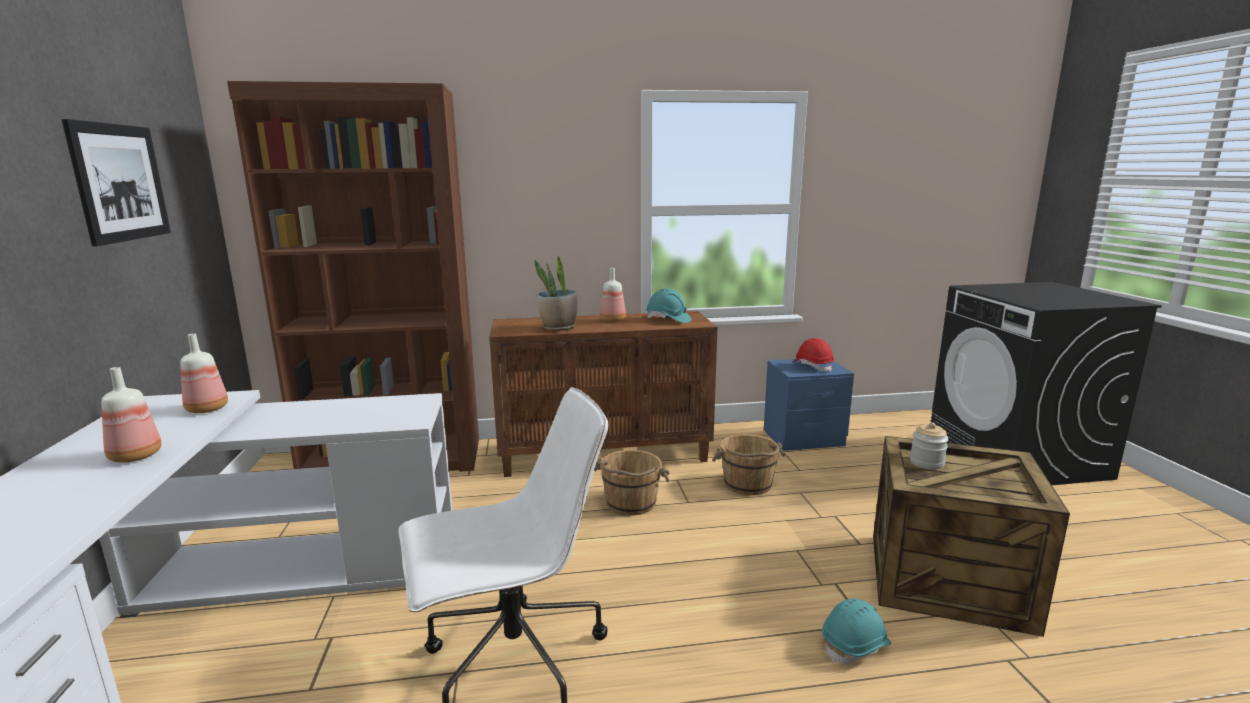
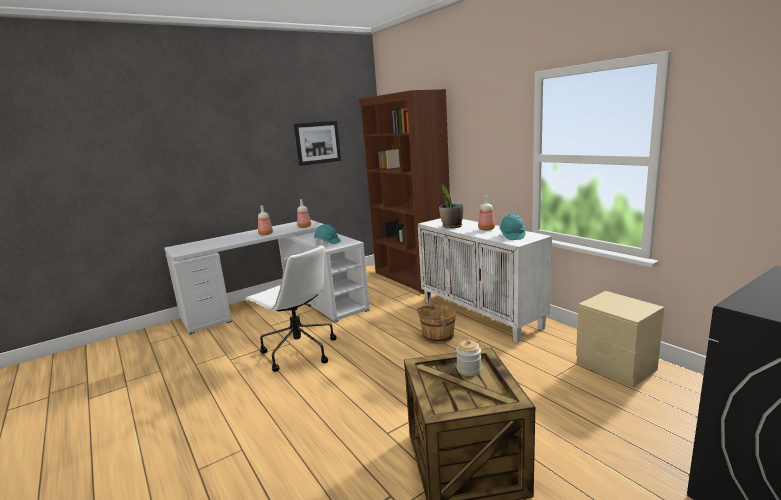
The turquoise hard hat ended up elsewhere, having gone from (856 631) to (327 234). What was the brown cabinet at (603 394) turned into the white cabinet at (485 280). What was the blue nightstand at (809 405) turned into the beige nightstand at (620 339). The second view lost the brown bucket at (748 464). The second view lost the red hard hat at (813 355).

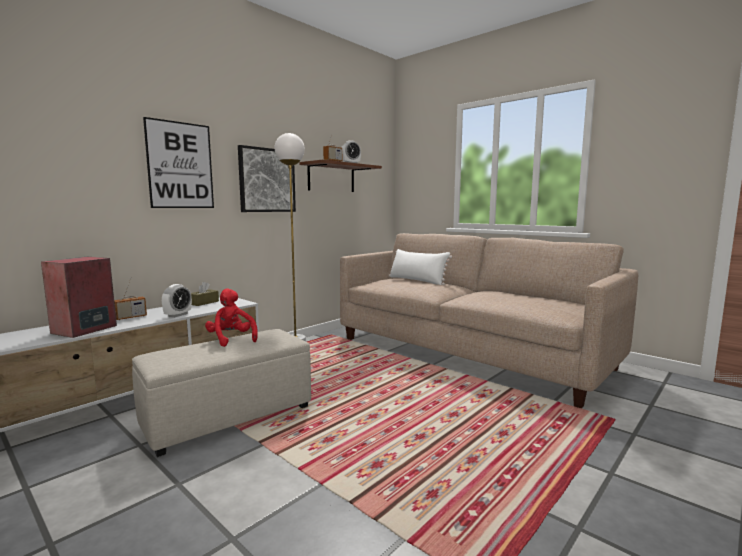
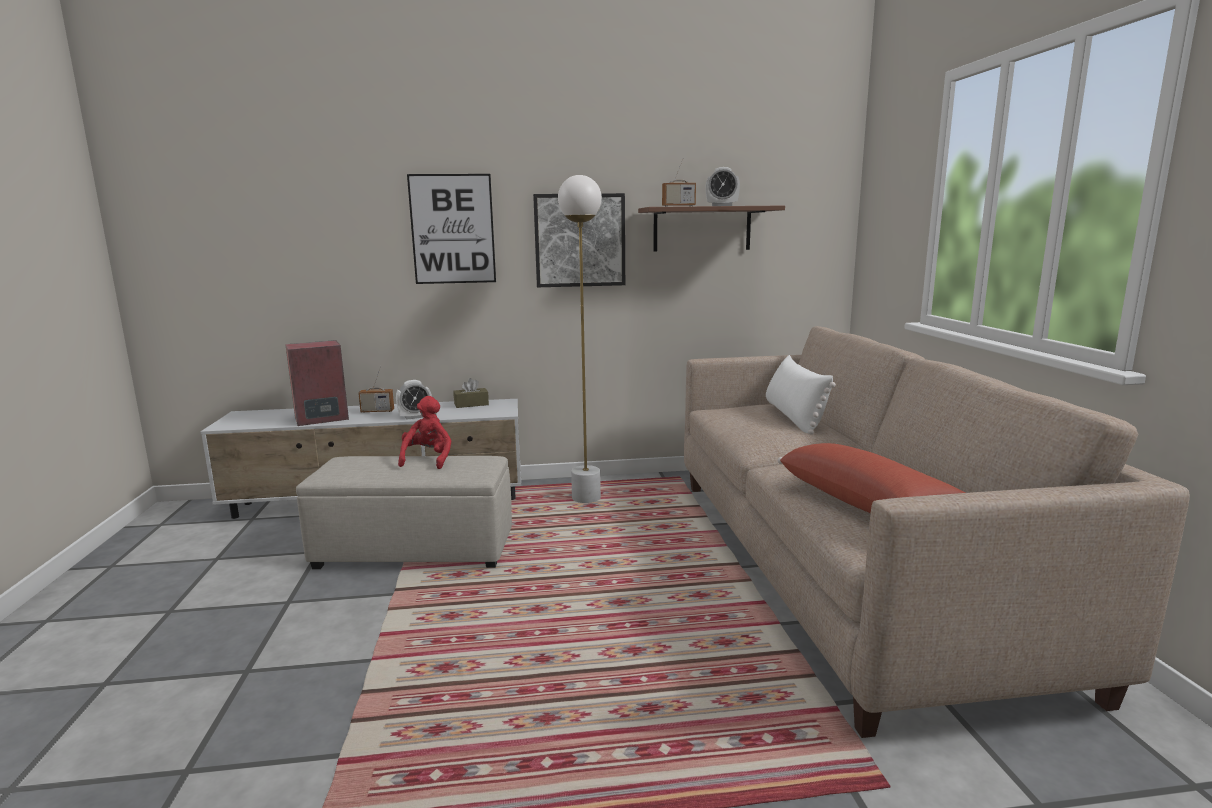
The second view gained the red pillow at (871 478).

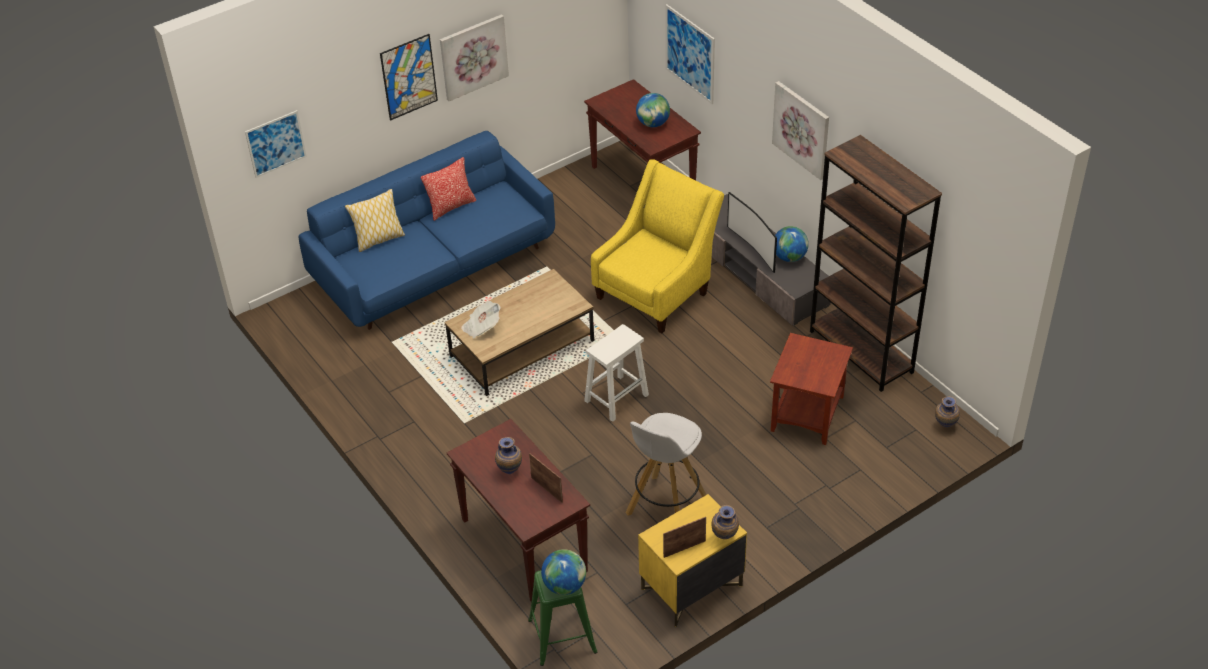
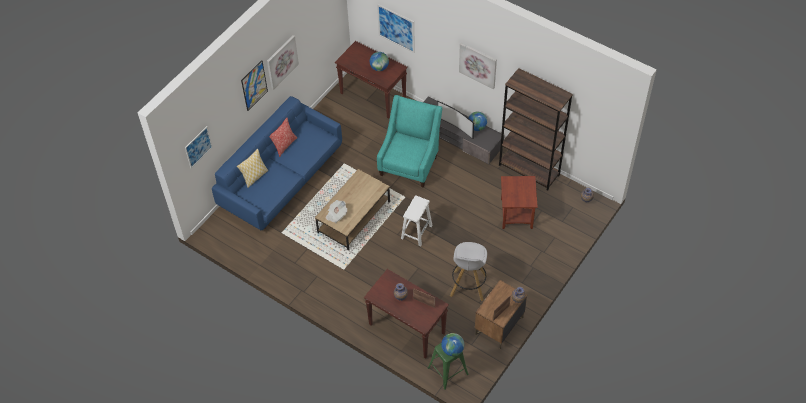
What was the yellow armchair at (657 246) turned into the turquoise armchair at (409 141). What was the yellow nightstand at (692 560) turned into the brown nightstand at (501 314).

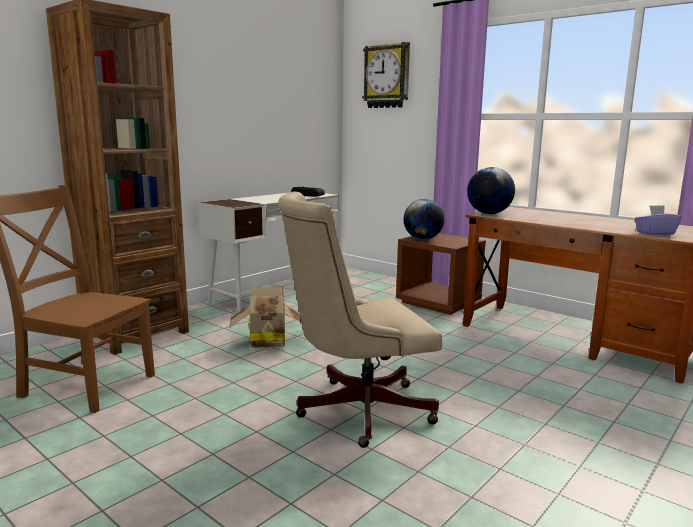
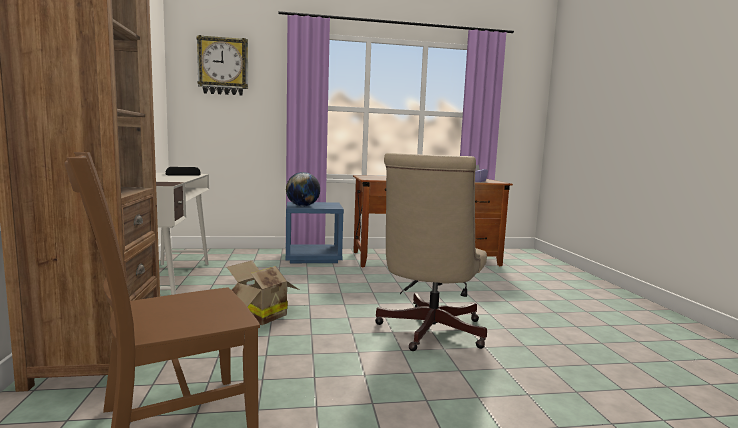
What was the brown nightstand at (441 274) turned into the blue nightstand at (315 232). The second view lost the globe at (491 190).

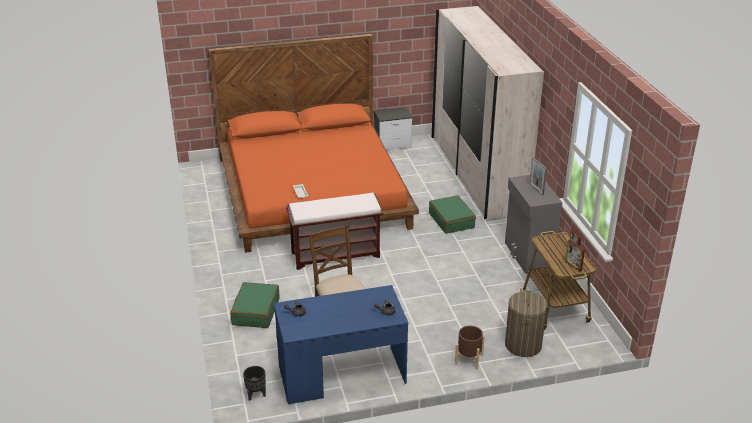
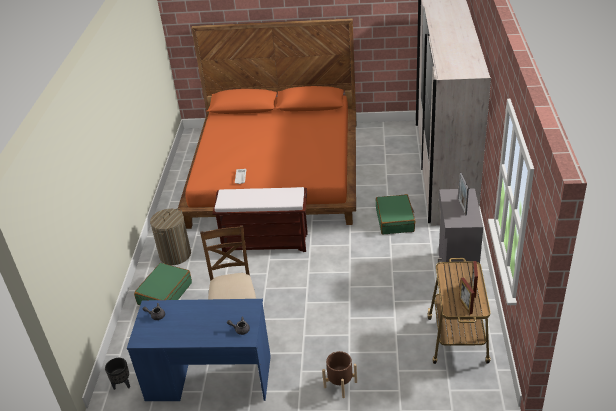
The laundry basket ended up elsewhere, having gone from (526 324) to (170 237). The second view lost the nightstand at (393 128).

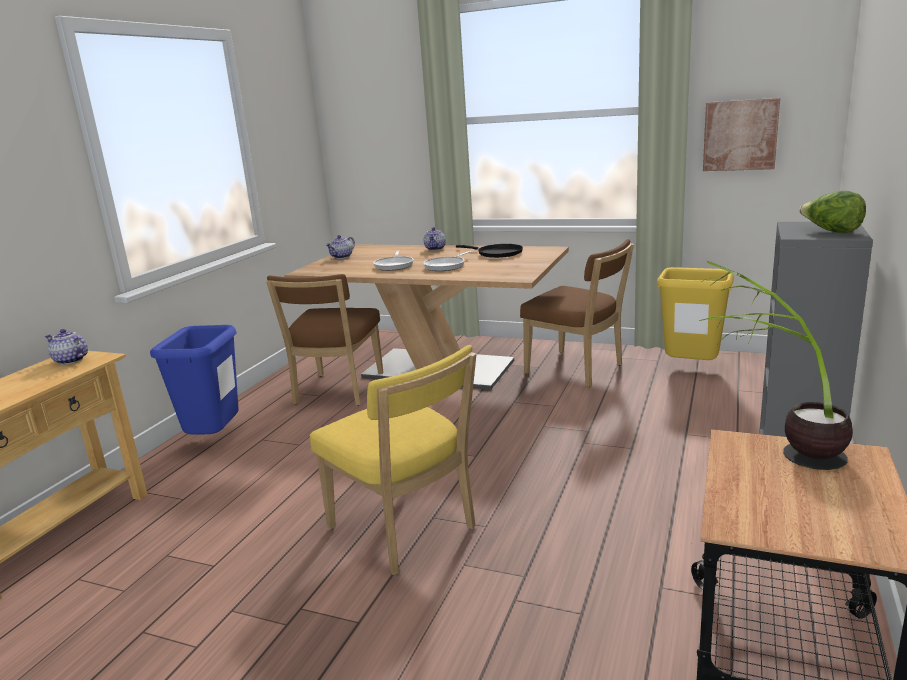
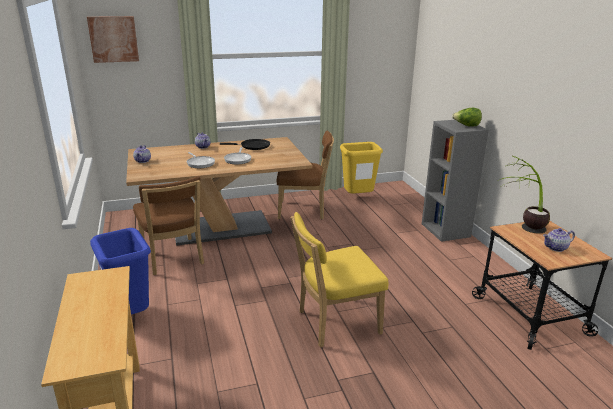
The picture ended up elsewhere, having gone from (741 134) to (113 39). The yellow chair at (393 460) ended up facing another way, 150 degrees clockwise from before. The teapot ended up elsewhere, having gone from (66 347) to (559 240).

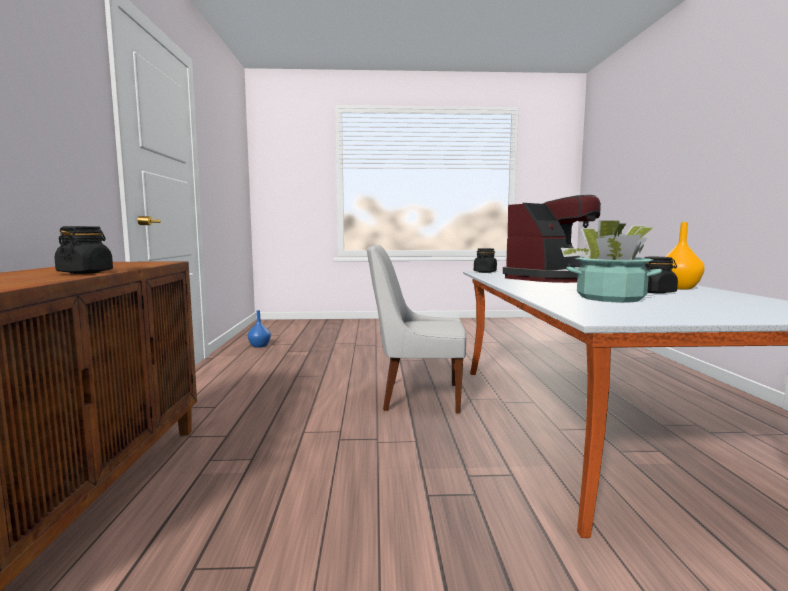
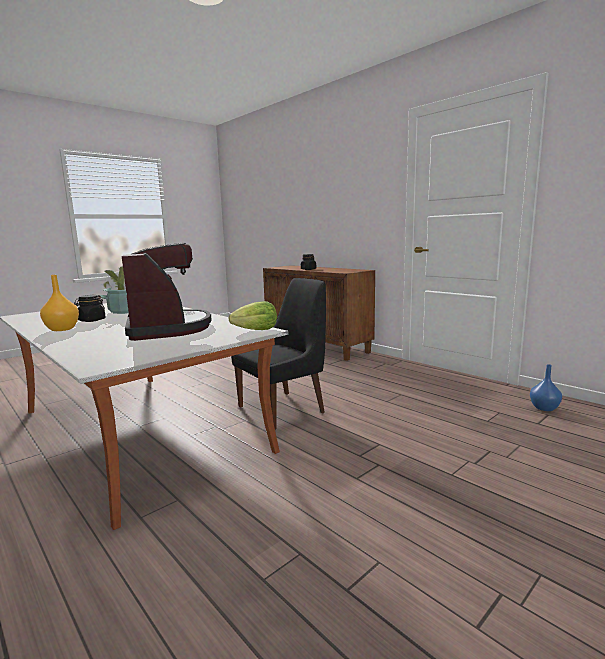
The coffee machine at (552 239) ended up facing another way, 150 degrees clockwise from before. Where the black jar stood at (485 260), the lettuce came to stand at (253 315). What was the white chair at (416 329) turned into the black chair at (278 353).

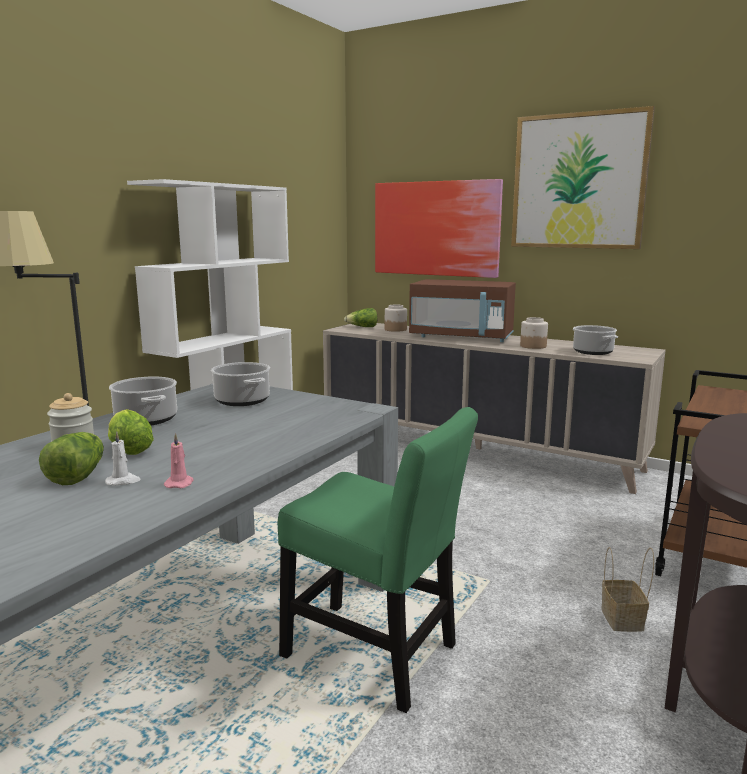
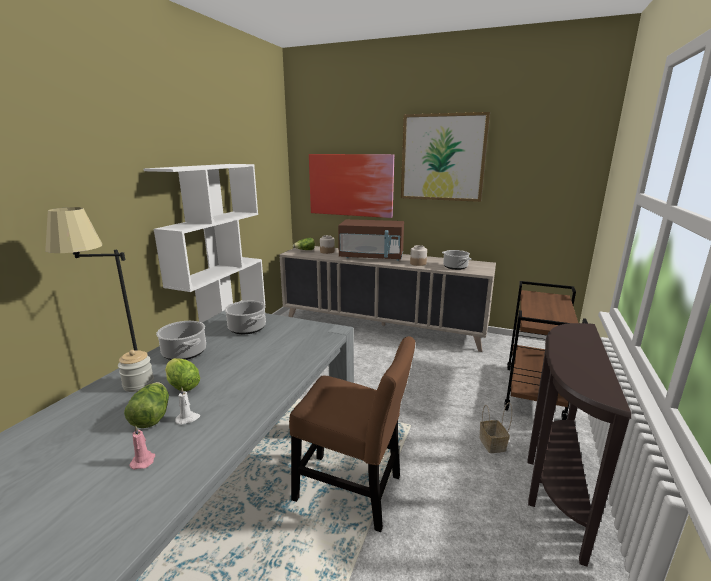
The pink candle ended up elsewhere, having gone from (179 460) to (142 448). What was the green chair at (378 560) turned into the brown chair at (352 434).

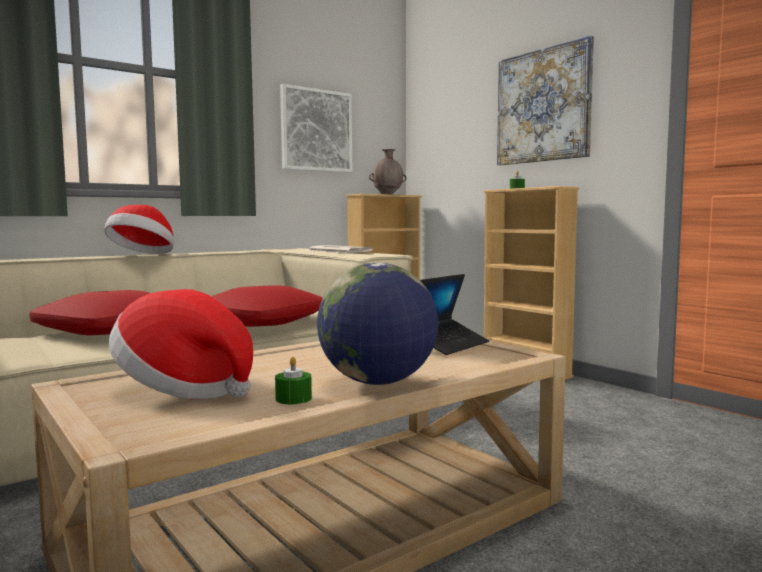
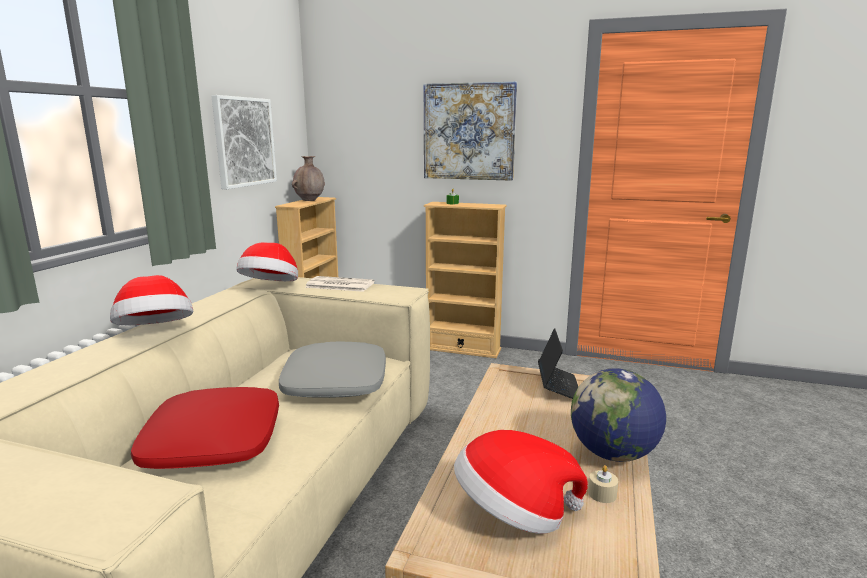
The second view gained the hat at (267 261). What was the red pillow at (267 306) turned into the grey pillow at (332 370). What was the green candle at (293 380) turned into the beige candle at (603 484).

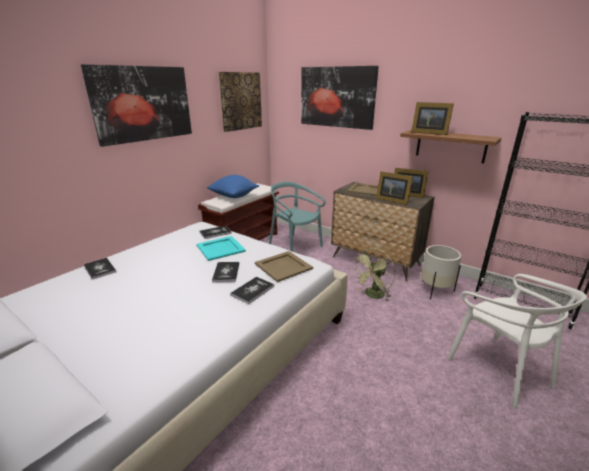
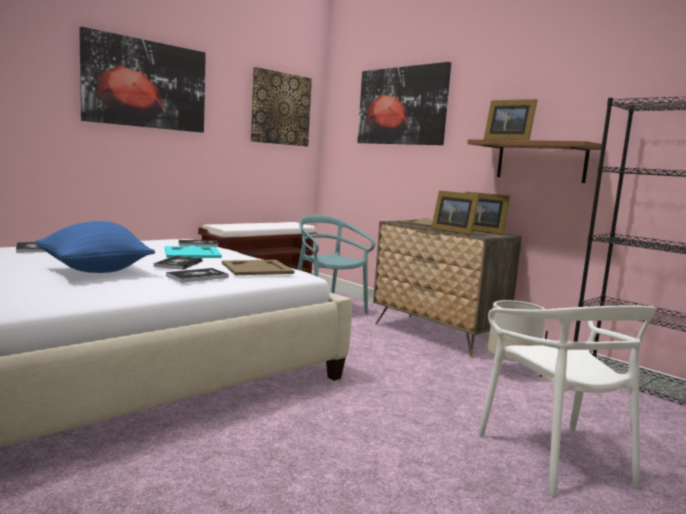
The blue pillow ended up elsewhere, having gone from (232 186) to (95 247). The second view lost the green fan at (373 274).

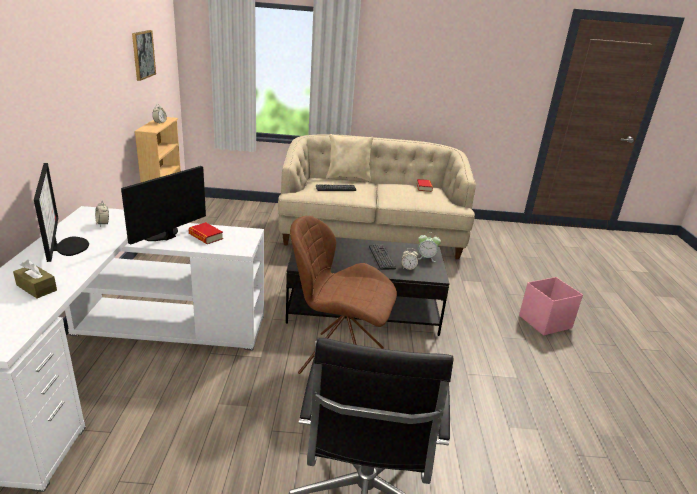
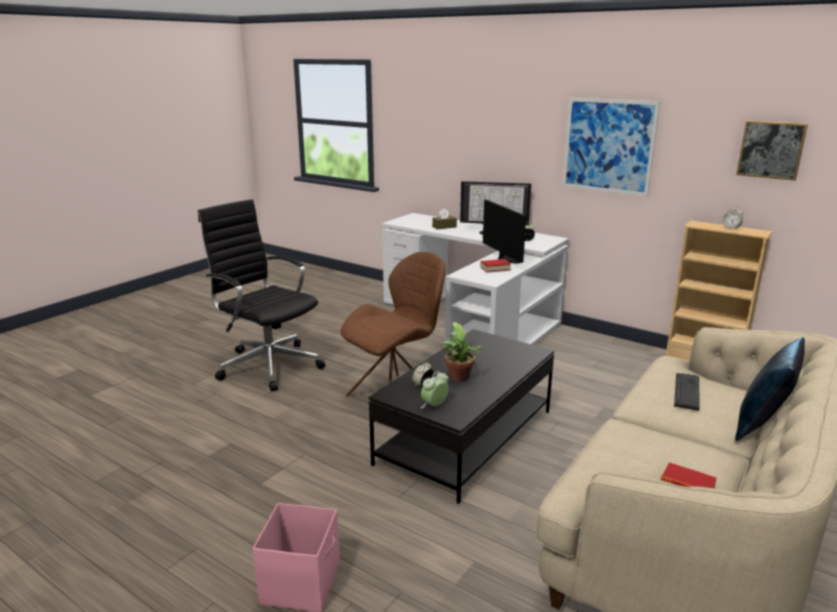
Where the keyboard stood at (382 257), the potted plant came to stand at (464 352). The second view gained the picture at (611 147). What was the beige pillow at (349 158) turned into the blue pillow at (770 389).

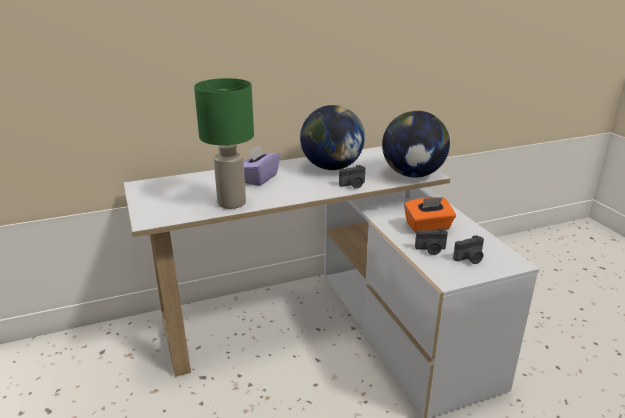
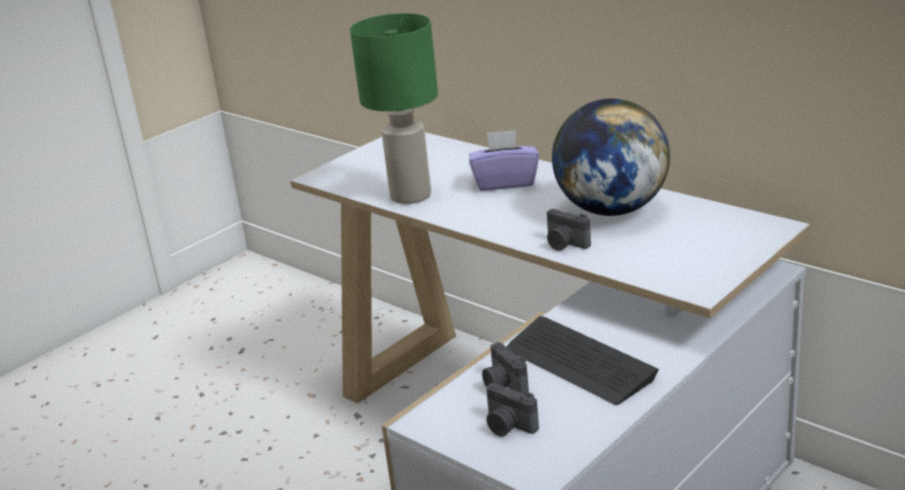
Where the orange tissue box stood at (430 215), the keyboard came to stand at (582 360). The second view lost the globe at (416 144).

